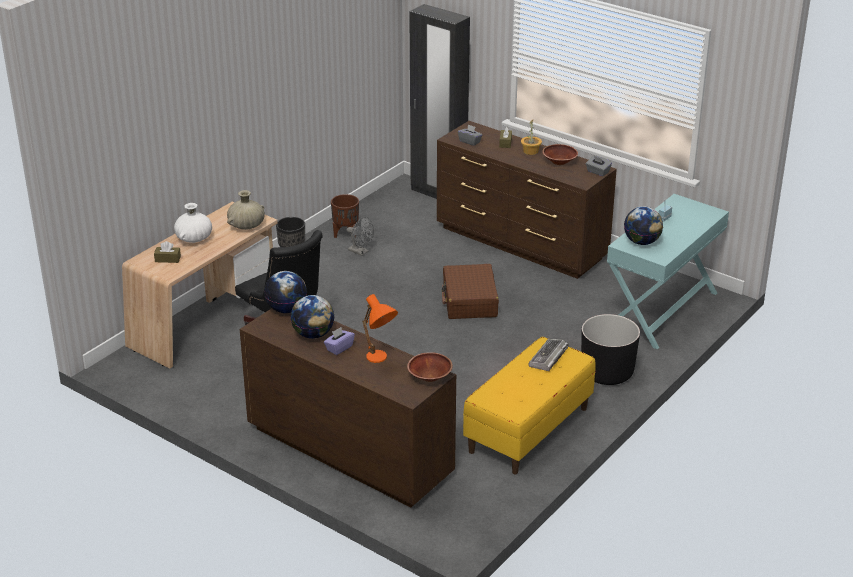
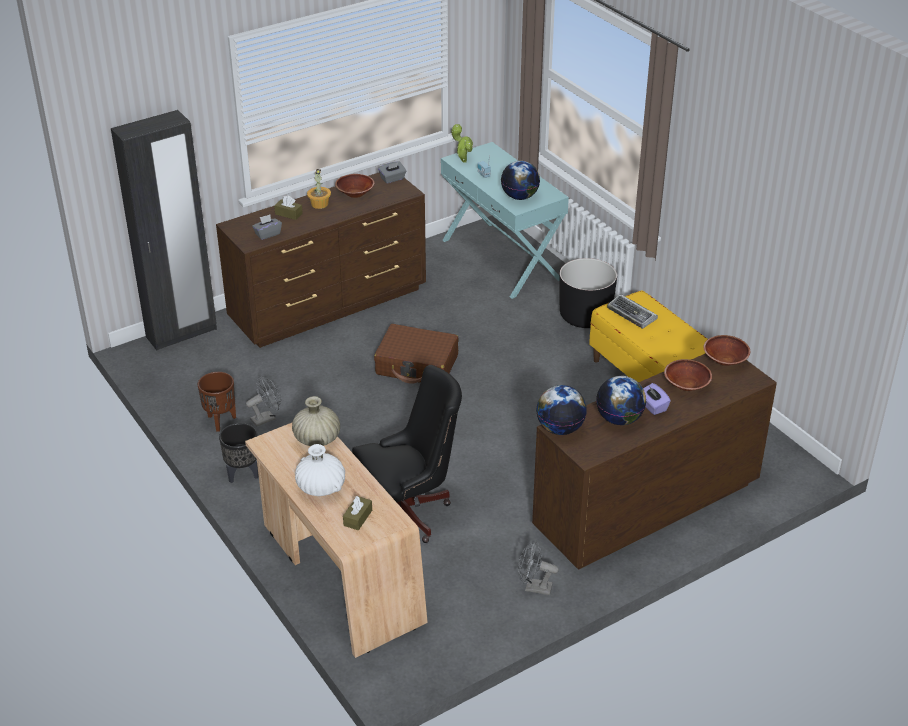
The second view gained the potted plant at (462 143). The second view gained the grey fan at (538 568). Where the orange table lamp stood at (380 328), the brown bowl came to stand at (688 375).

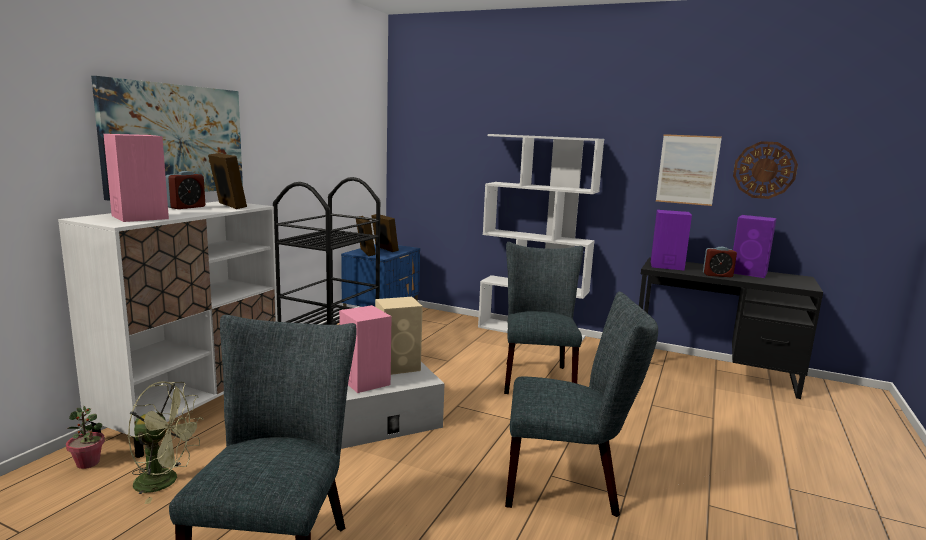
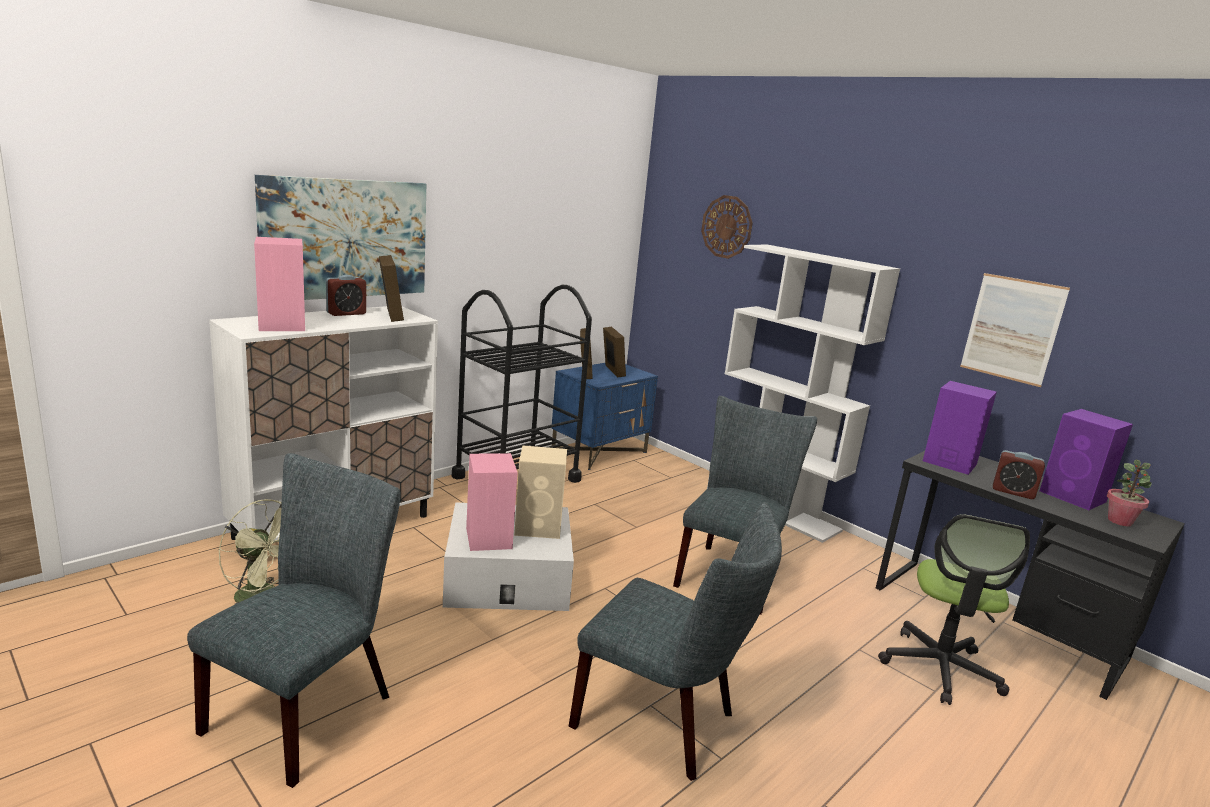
The wall clock ended up elsewhere, having gone from (765 170) to (727 227). The second view gained the office chair at (954 609). The potted plant ended up elsewhere, having gone from (85 437) to (1129 493).

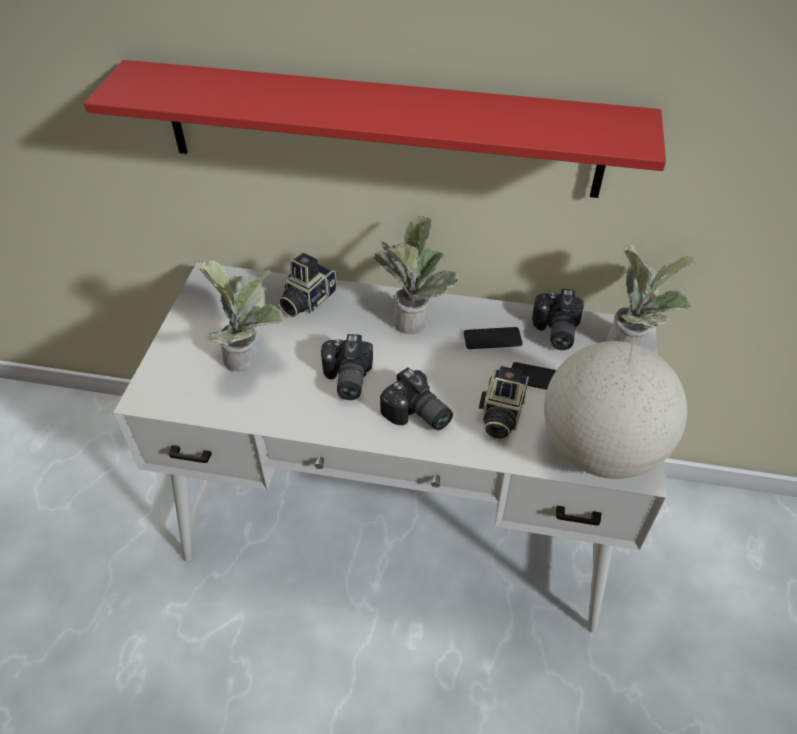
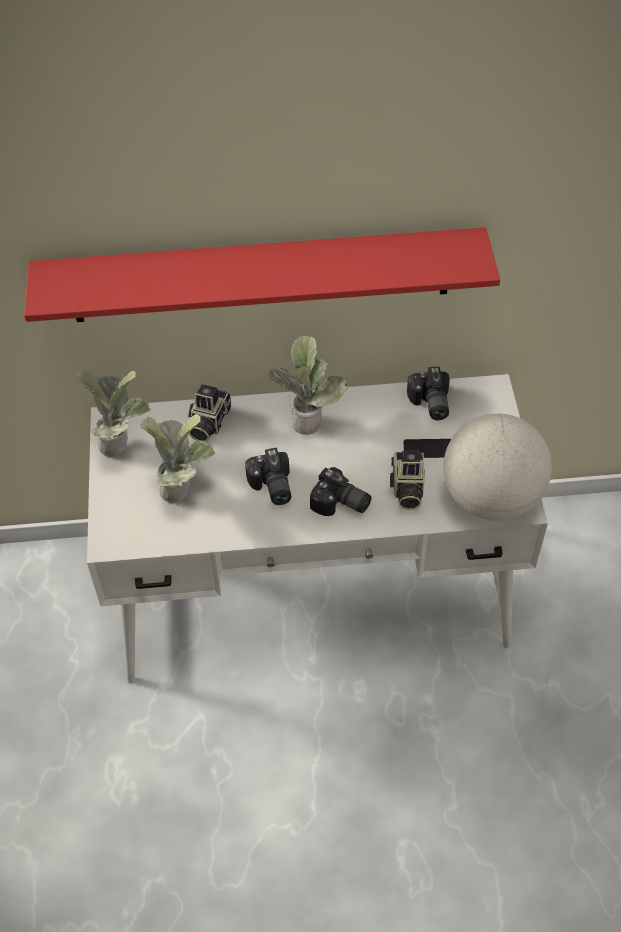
The potted plant ended up elsewhere, having gone from (650 295) to (114 414). The second view lost the phone at (493 338).

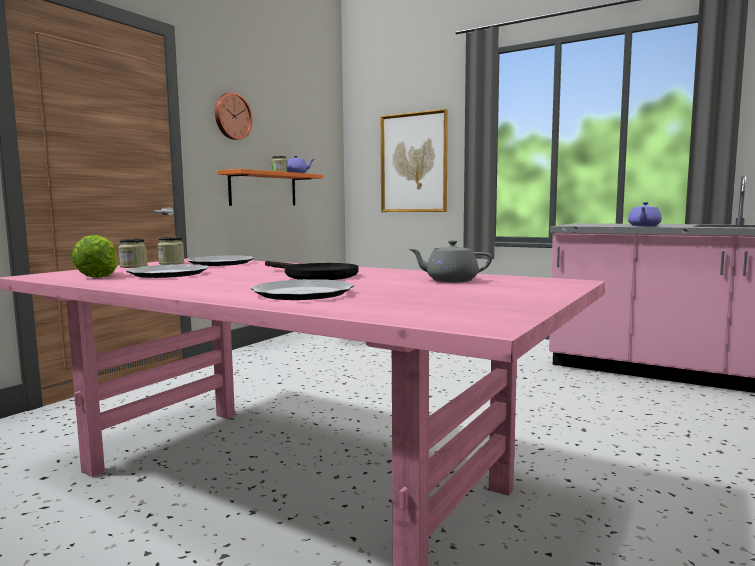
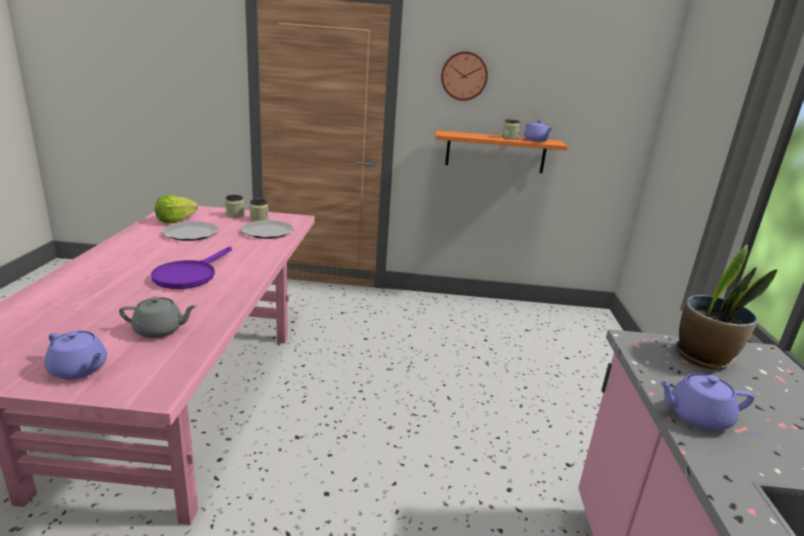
The second view gained the purple teapot at (75 355). The grey teapot at (450 261) ended up facing another way, 105 degrees clockwise from before. What was the black frying pan at (311 270) turned into the purple frying pan at (191 268). The second view gained the potted plant at (727 307). The second view lost the plate at (302 289). The second view lost the picture at (414 160).

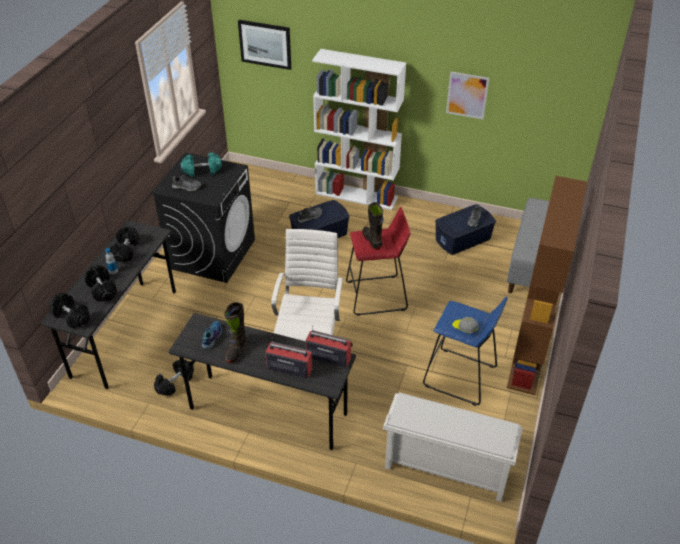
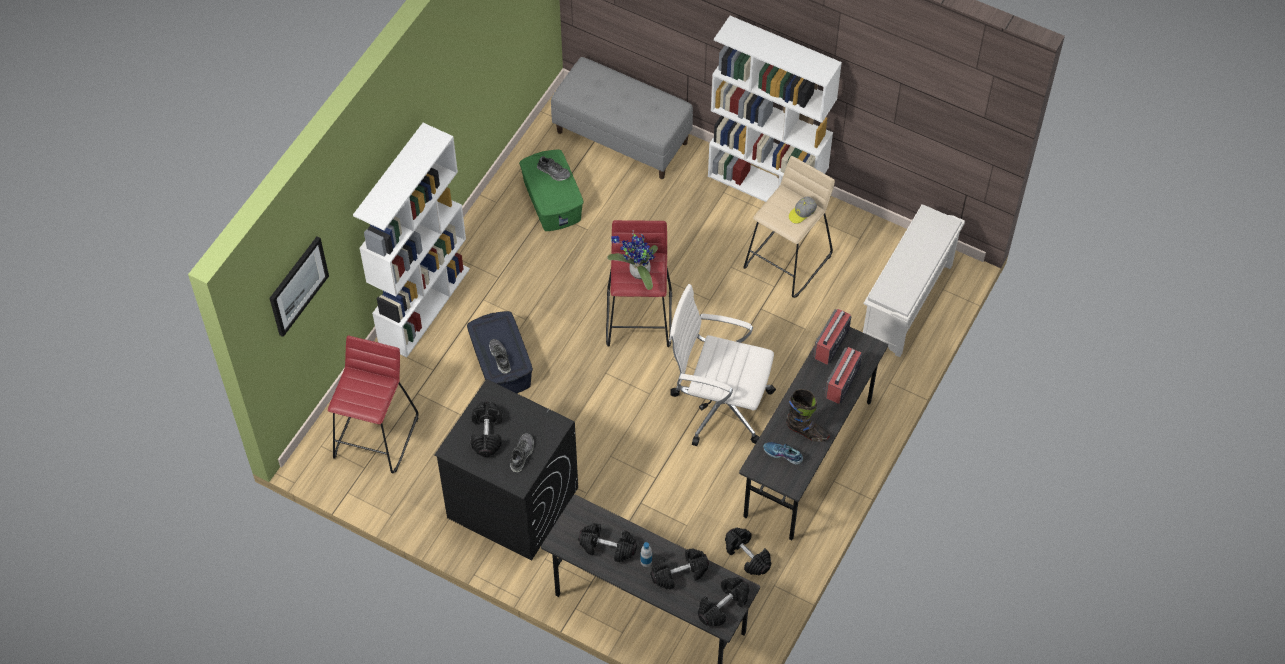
The second view gained the red stool at (373 404). What was the turquoise dumbbell at (201 164) turned into the black dumbbell at (486 429). What was the blue storage box at (465 229) turned into the green storage box at (551 190). Where the black boot stood at (373 226), the potted plant came to stand at (632 260). What was the brown bookcase at (547 285) turned into the white bookcase at (775 109). What was the blue stool at (465 351) turned into the beige stool at (789 227). The second view lost the picture at (467 95).

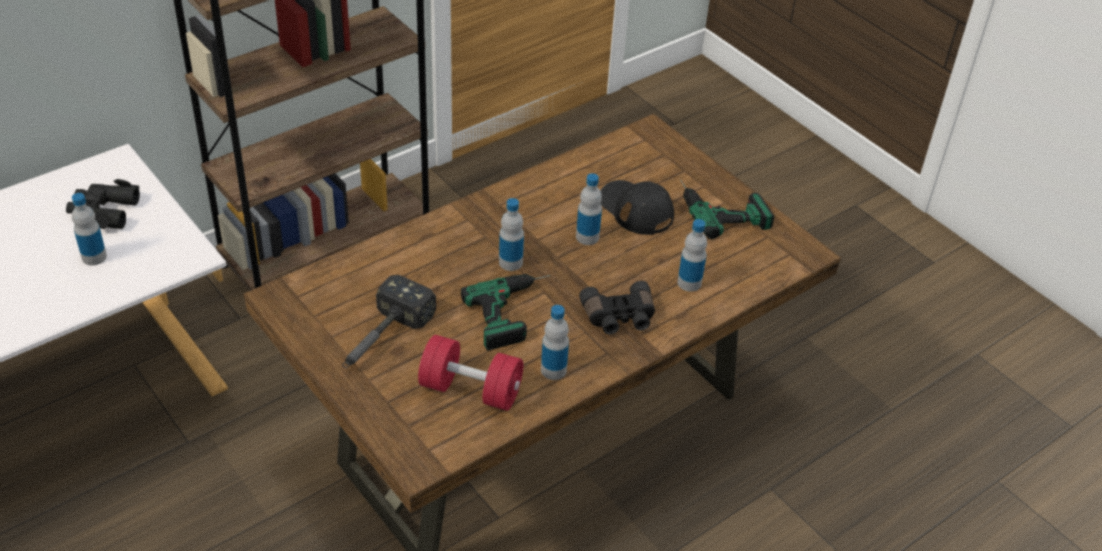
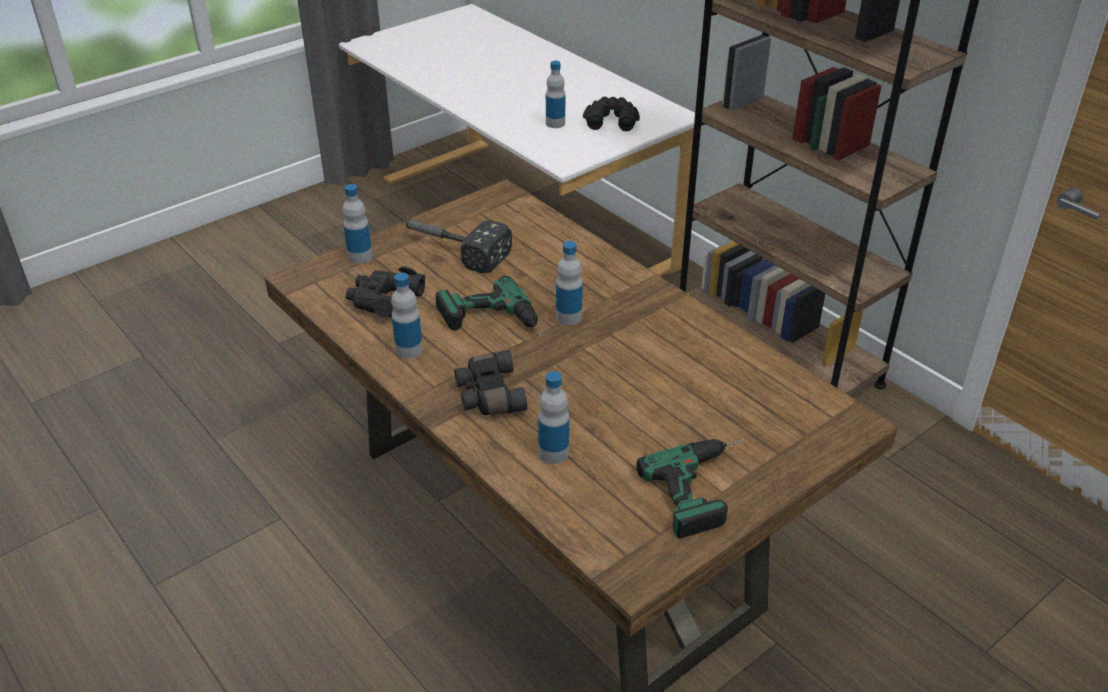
The bottle ended up elsewhere, having gone from (589 209) to (357 224). Where the red dumbbell stood at (470 373), the black binoculars came to stand at (386 292). The second view lost the black cap at (637 207).

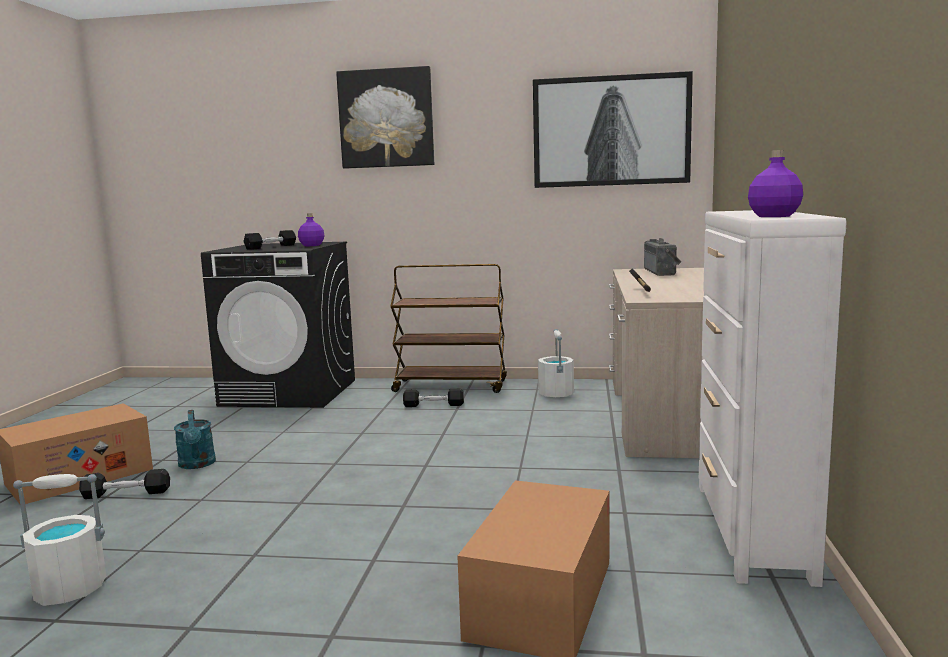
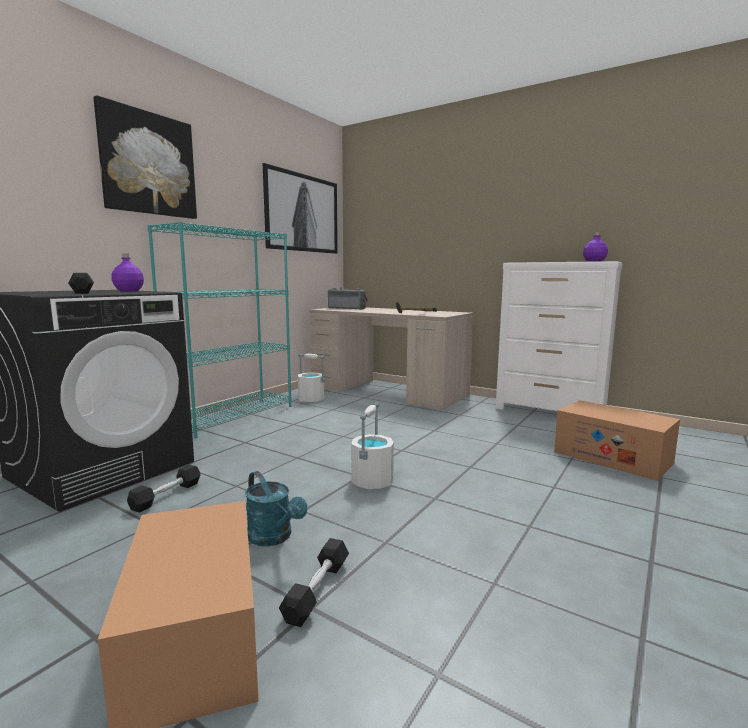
The black dumbbell ended up elsewhere, having gone from (433 397) to (164 488). Where the brown cart stood at (448 328), the turquoise bookcase came to stand at (219 330). The turquoise watering can at (195 439) ended up facing another way, 45 degrees clockwise from before. The white bucket ended up elsewhere, having gone from (60 540) to (372 445).

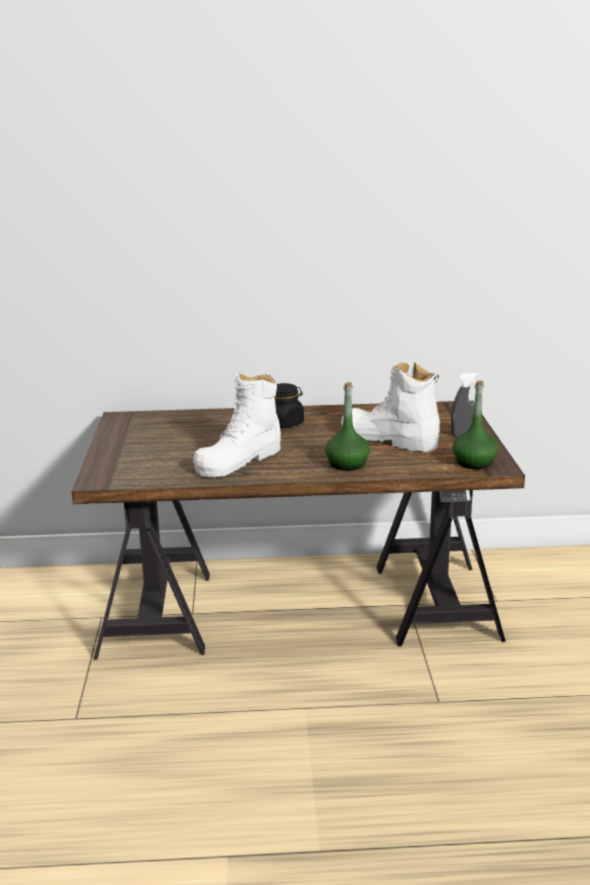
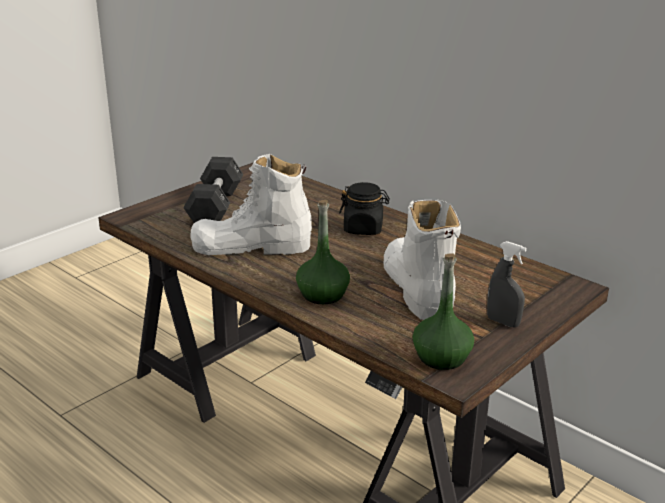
The second view gained the black dumbbell at (213 190).

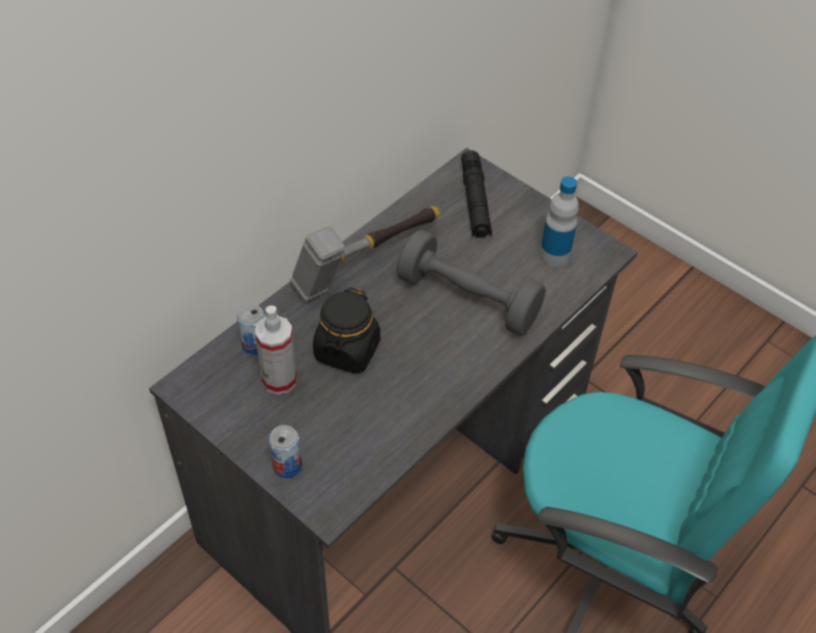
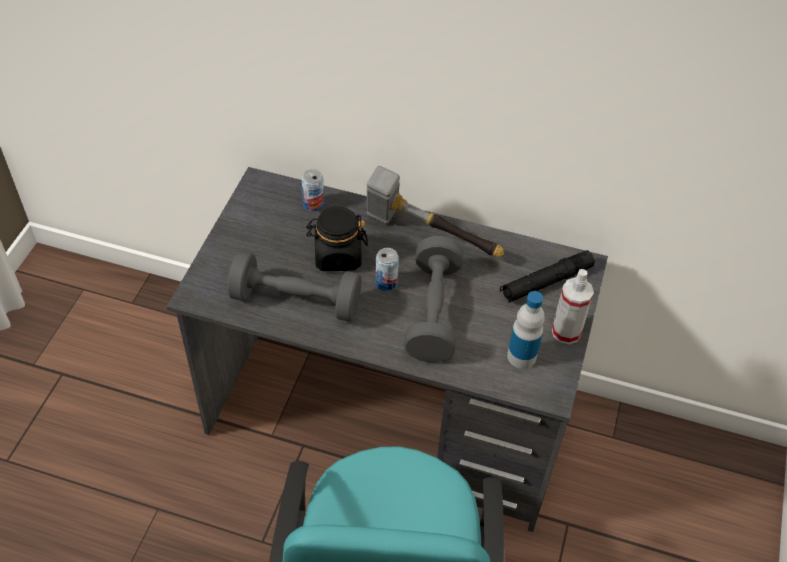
The second view gained the grey dumbbell at (294 286). The can ended up elsewhere, having gone from (285 451) to (387 269). The spray bottle ended up elsewhere, having gone from (276 350) to (573 306).

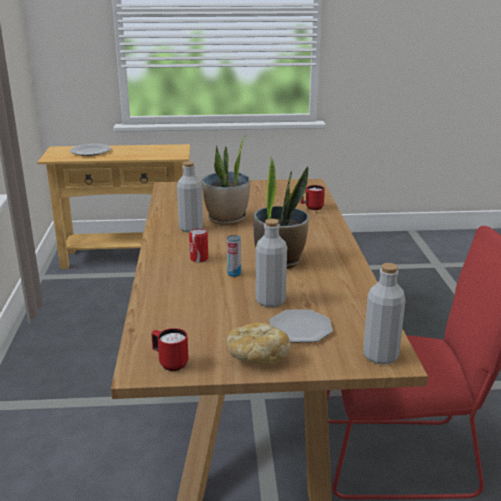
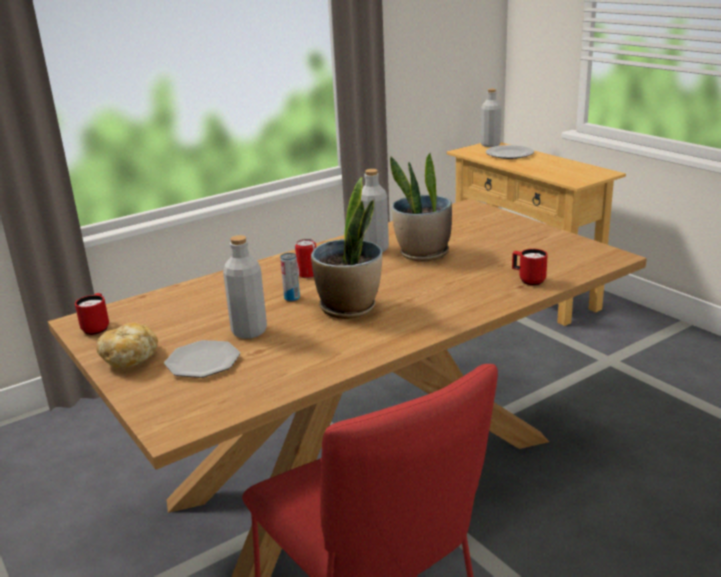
The grey bottle ended up elsewhere, having gone from (384 314) to (491 118).

